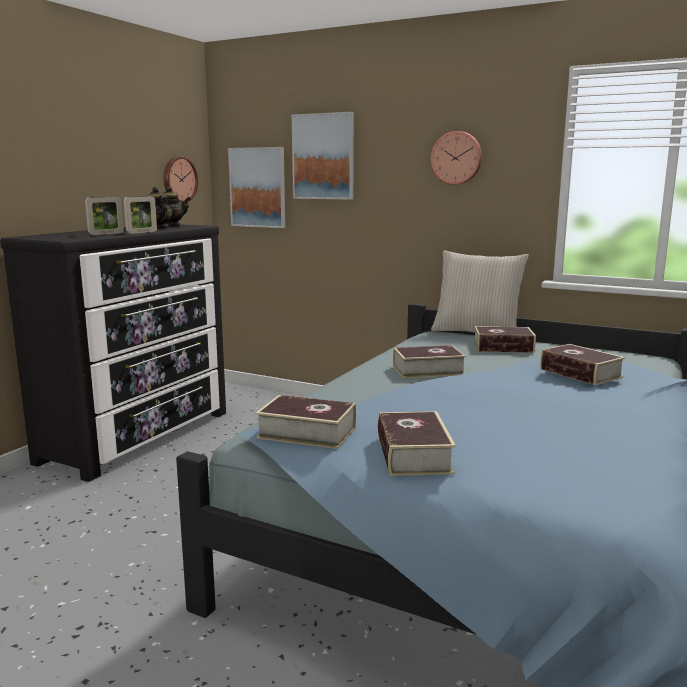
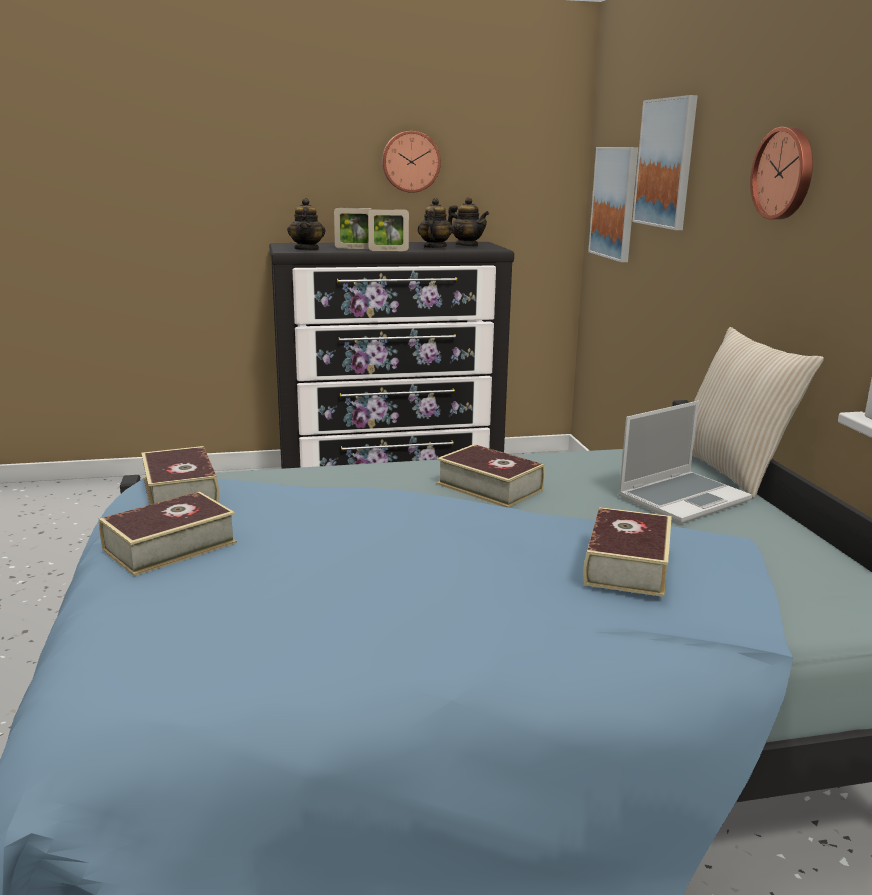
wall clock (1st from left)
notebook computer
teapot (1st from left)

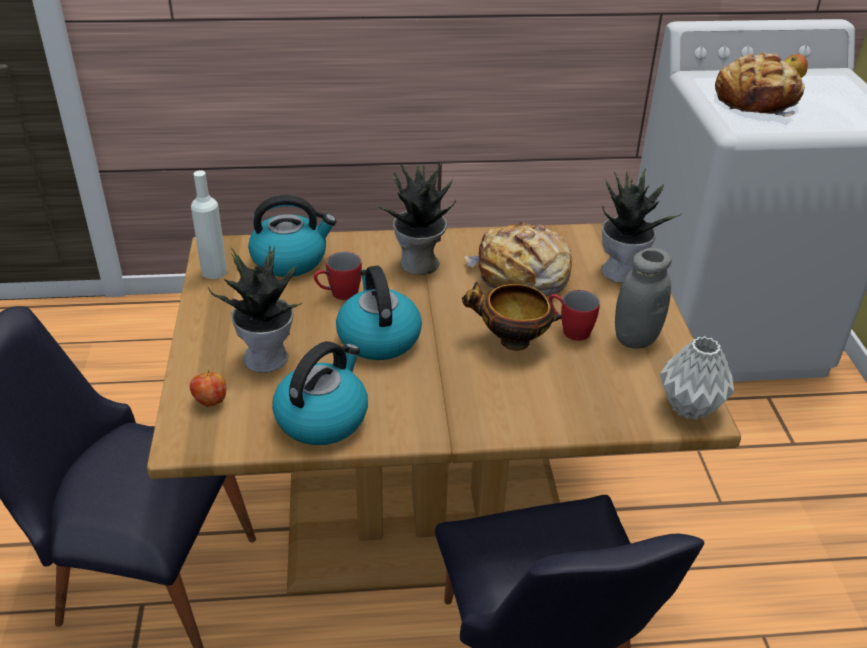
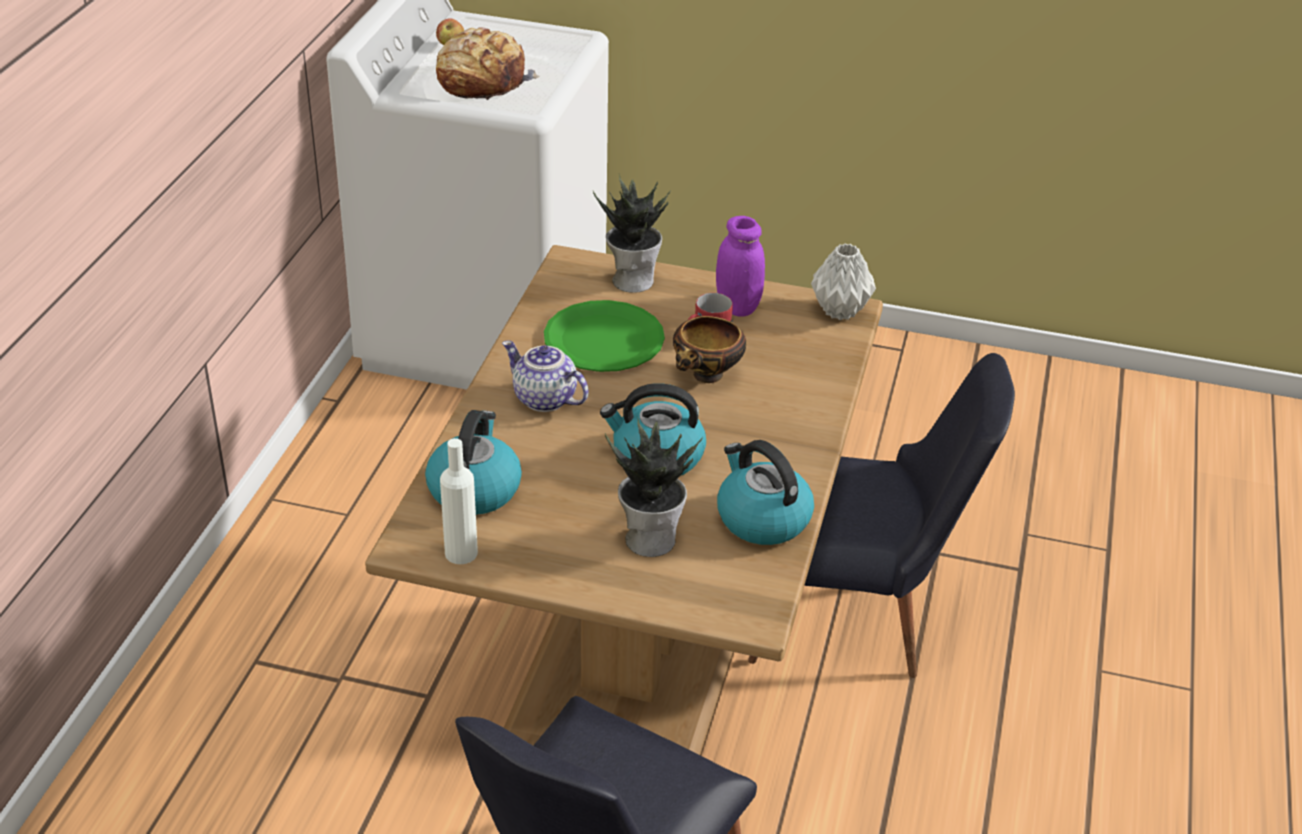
teapot
greenish plate
purple-coloured storage jar
red coffee mug (1st from left in the first image)
whole apple (1st from left in the first image)

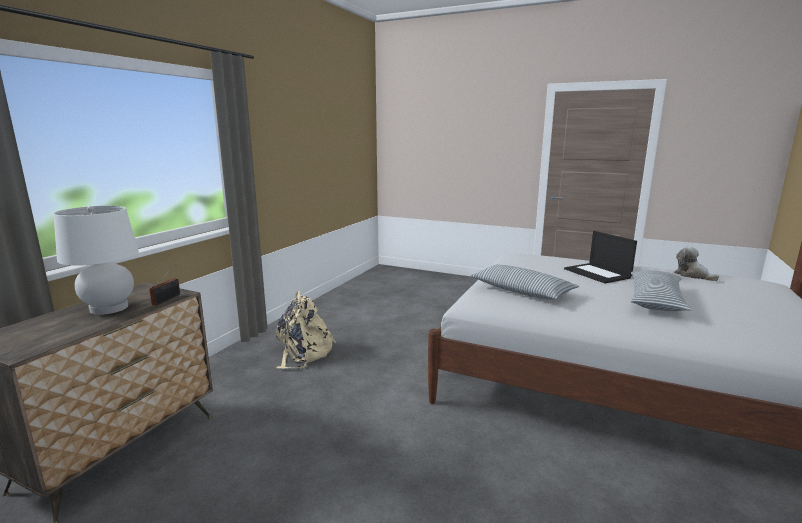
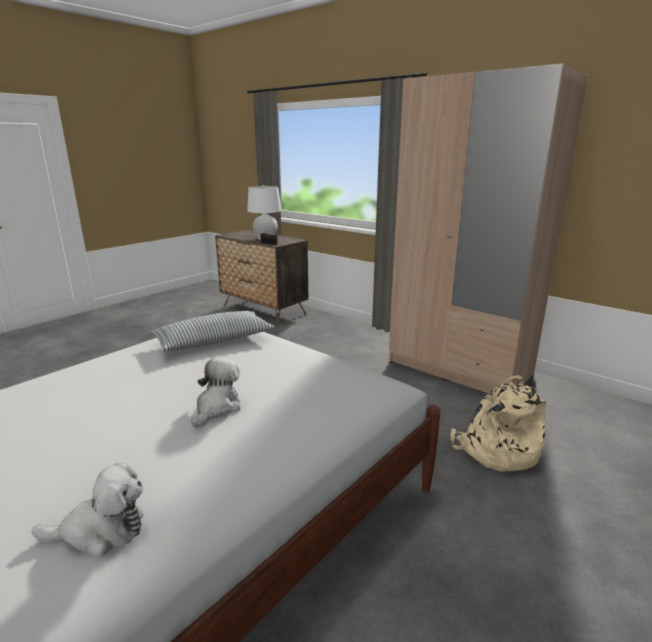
soft toy (2nd from left)
pillow (2nd from left in the first image)
beige backpack
beige clothes cupboard

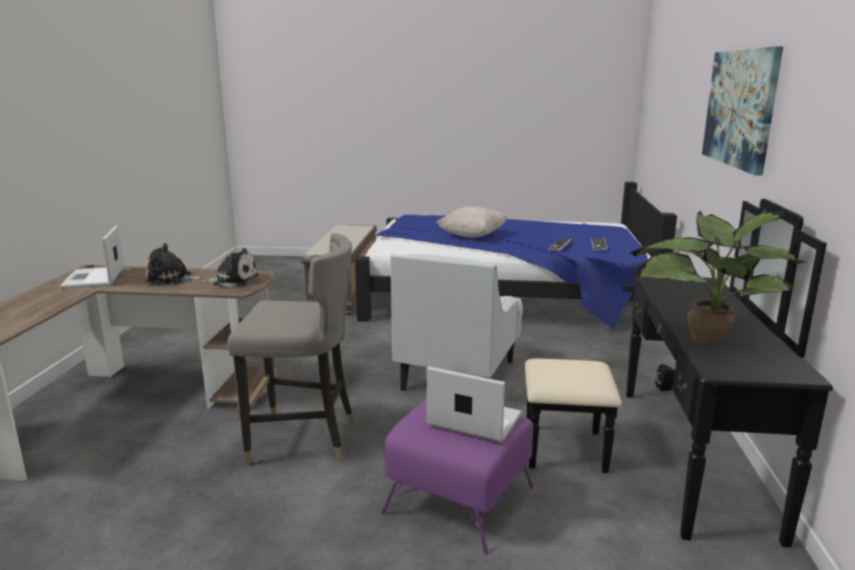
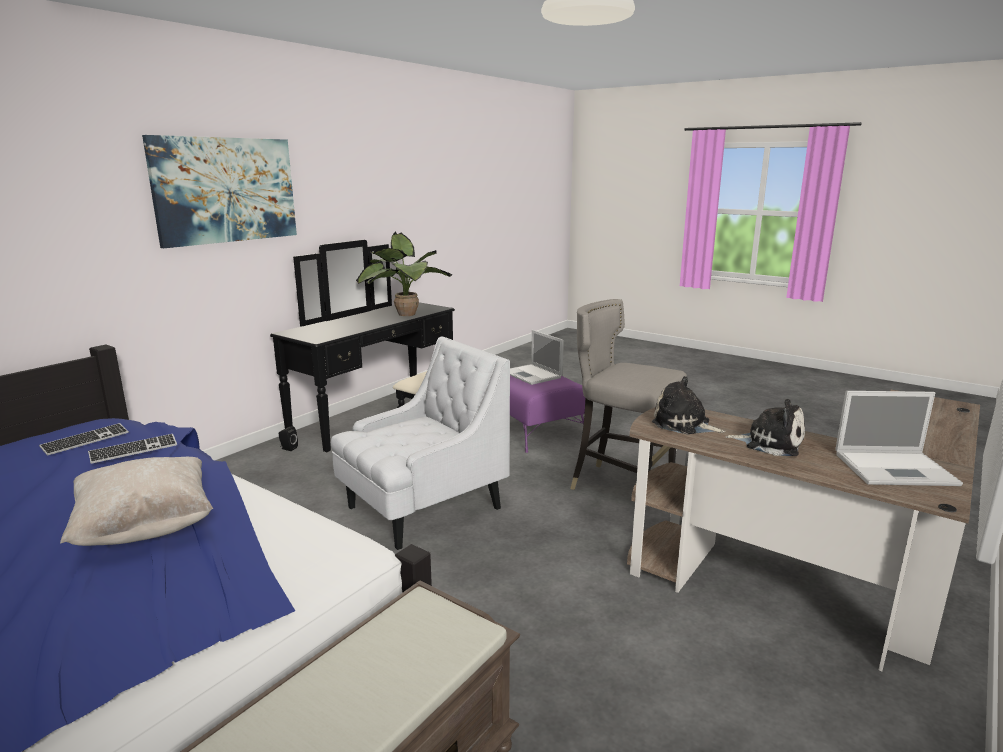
notebook computer (2nd from left)

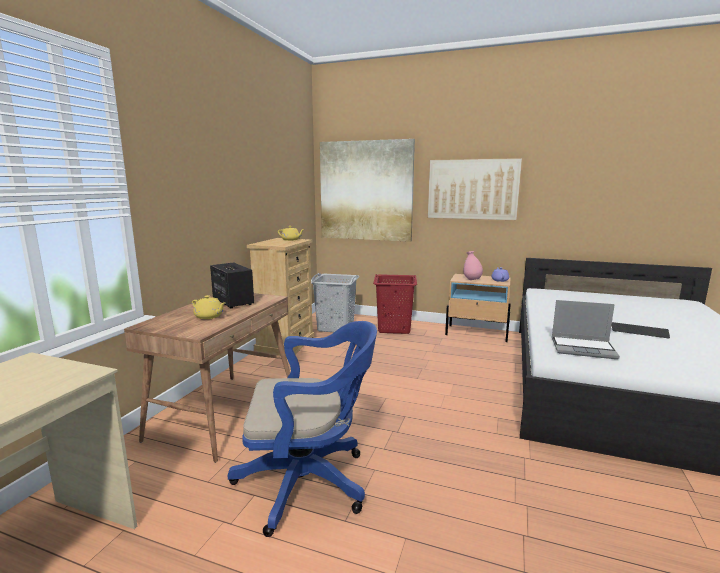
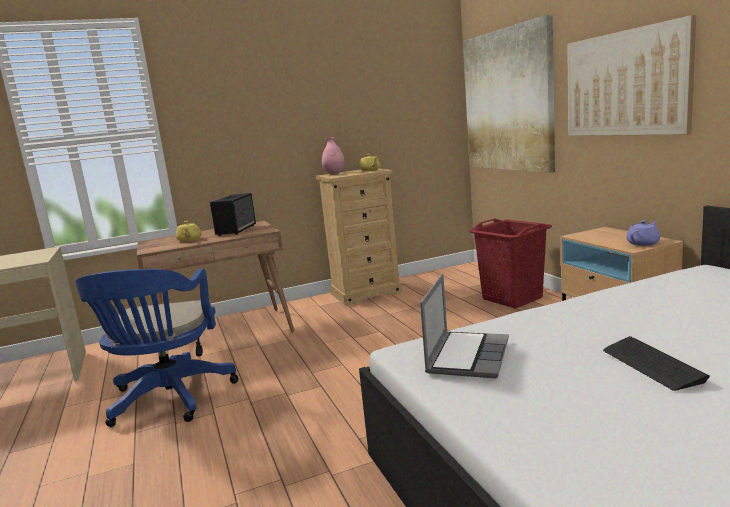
pink vase
grey washing basket
notebook computer
blue-coloured office chair

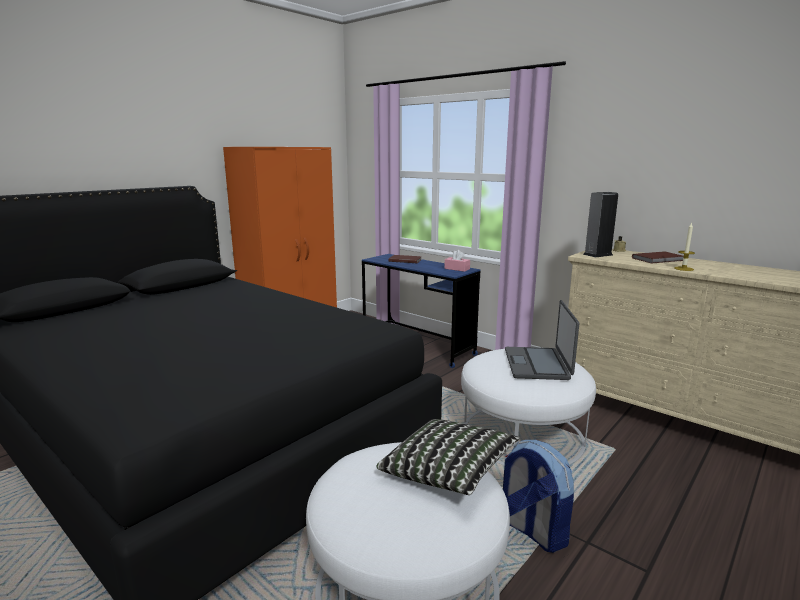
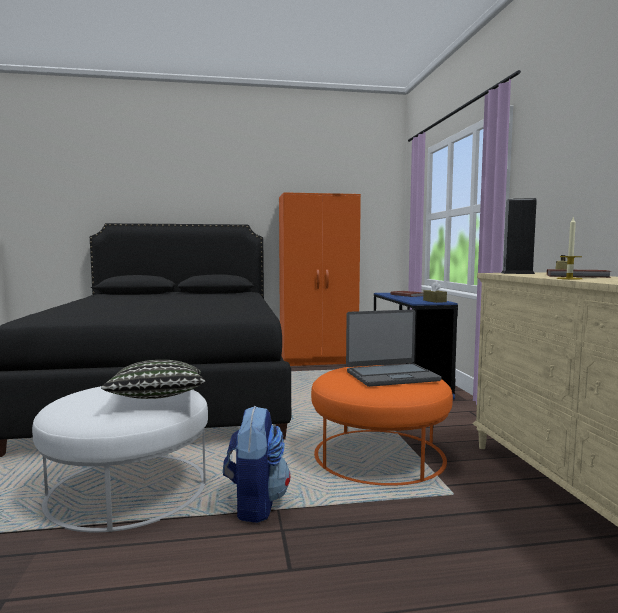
brown-coloured tissue holder
notebook computer
orange-coloured pouffe

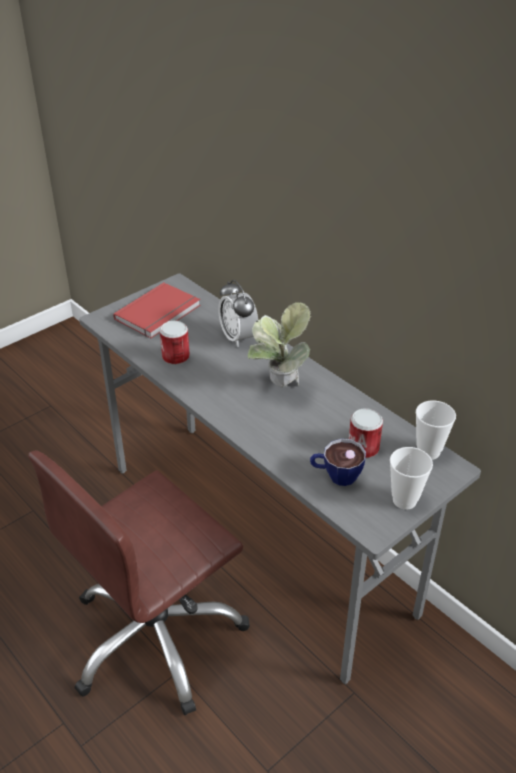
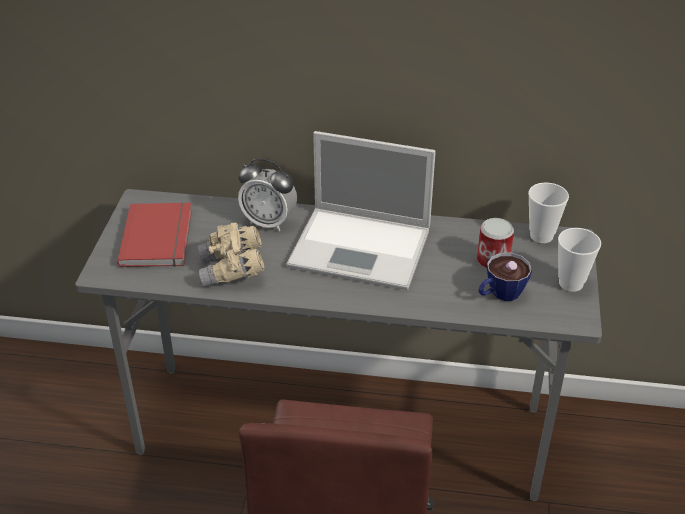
notebook computer
beige field glasses

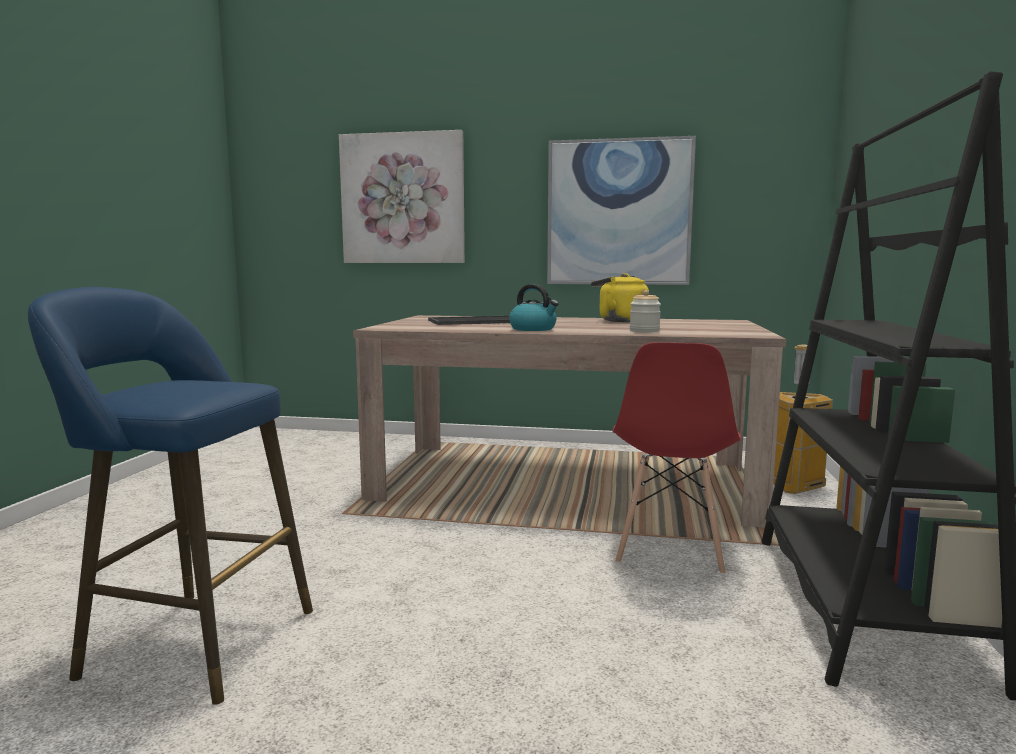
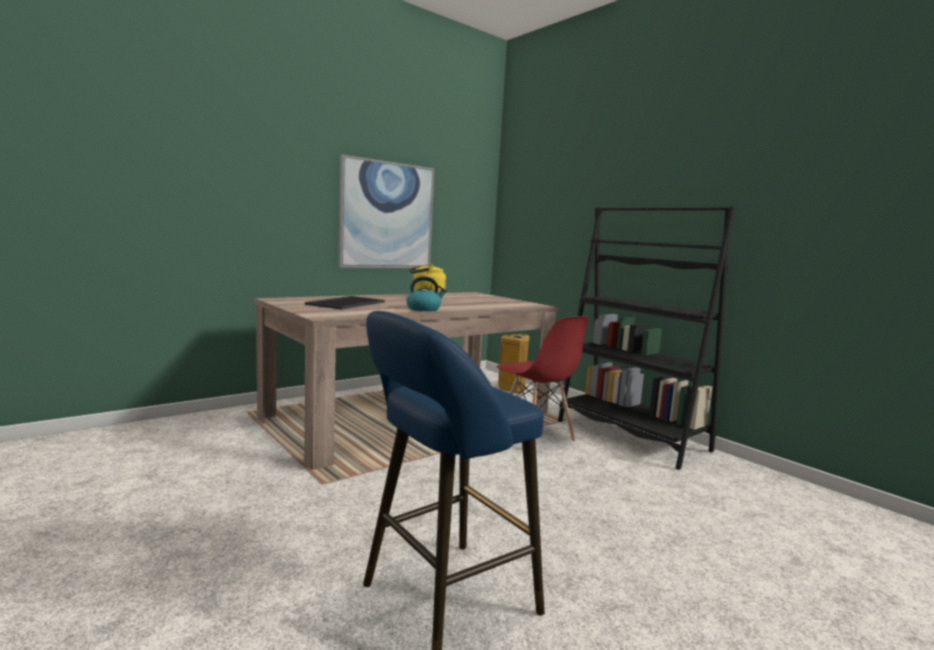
picture (1st from left in the first image)
storage jar

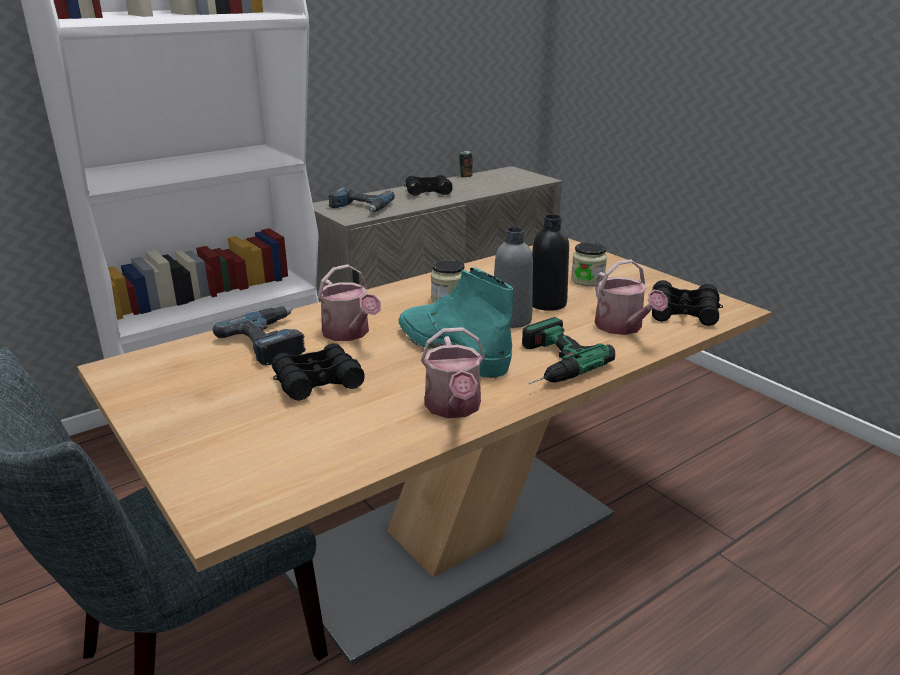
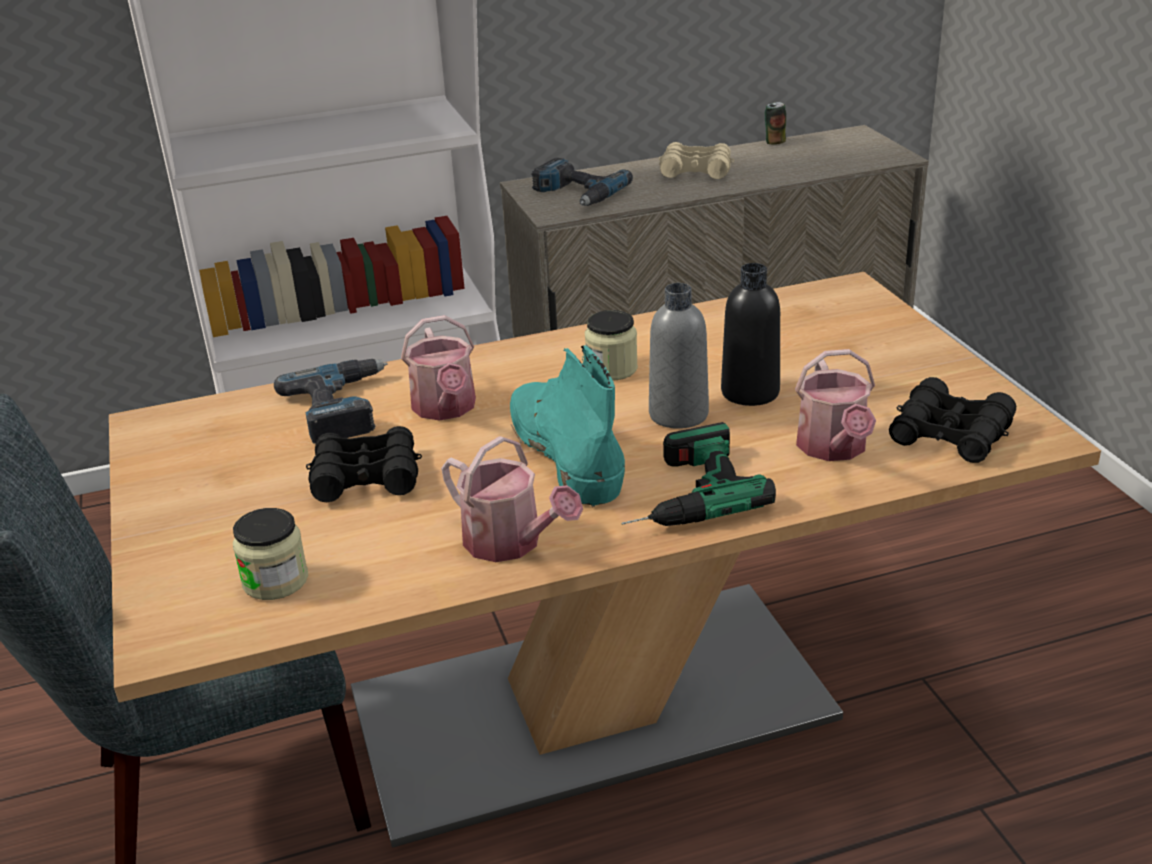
beige field glasses
storage jar (1st from left)
watering can (2nd from left)

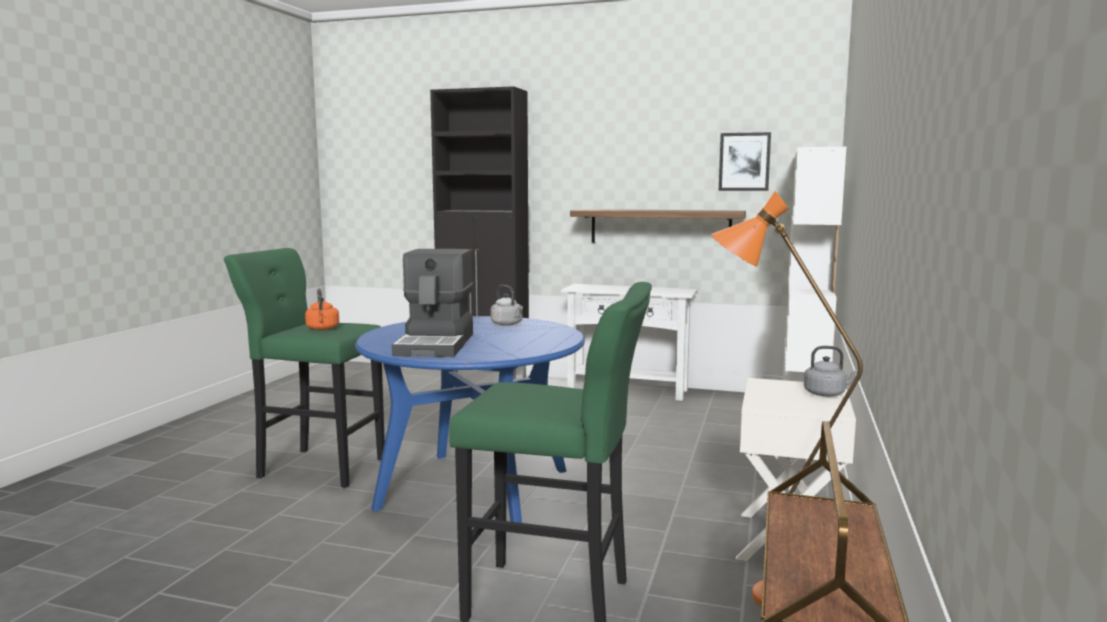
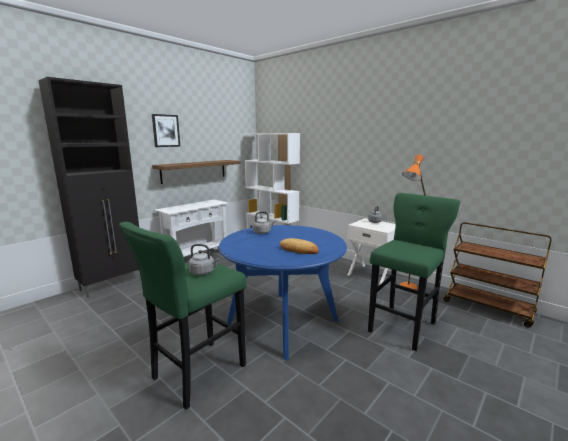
picture
bakery bread
grey water kettle (1st from left)

